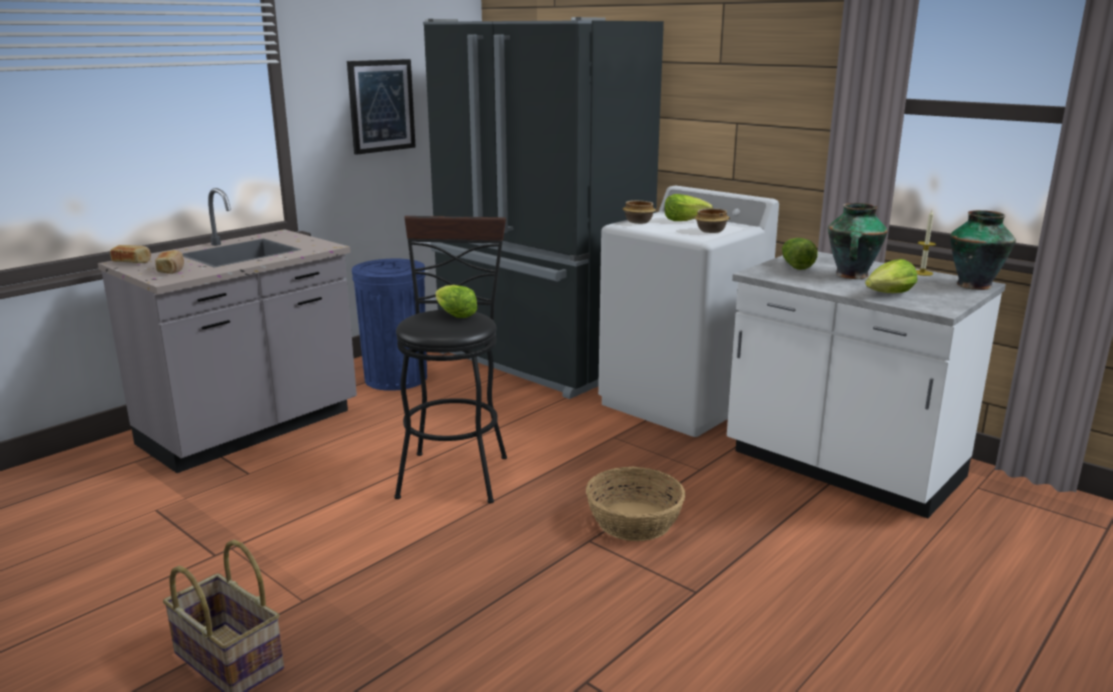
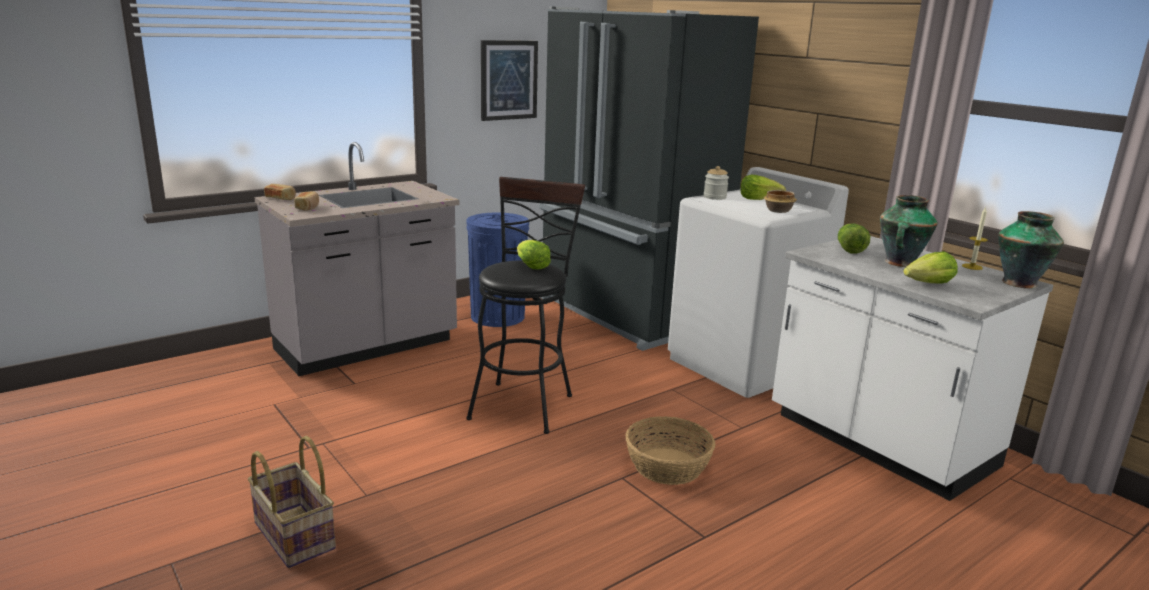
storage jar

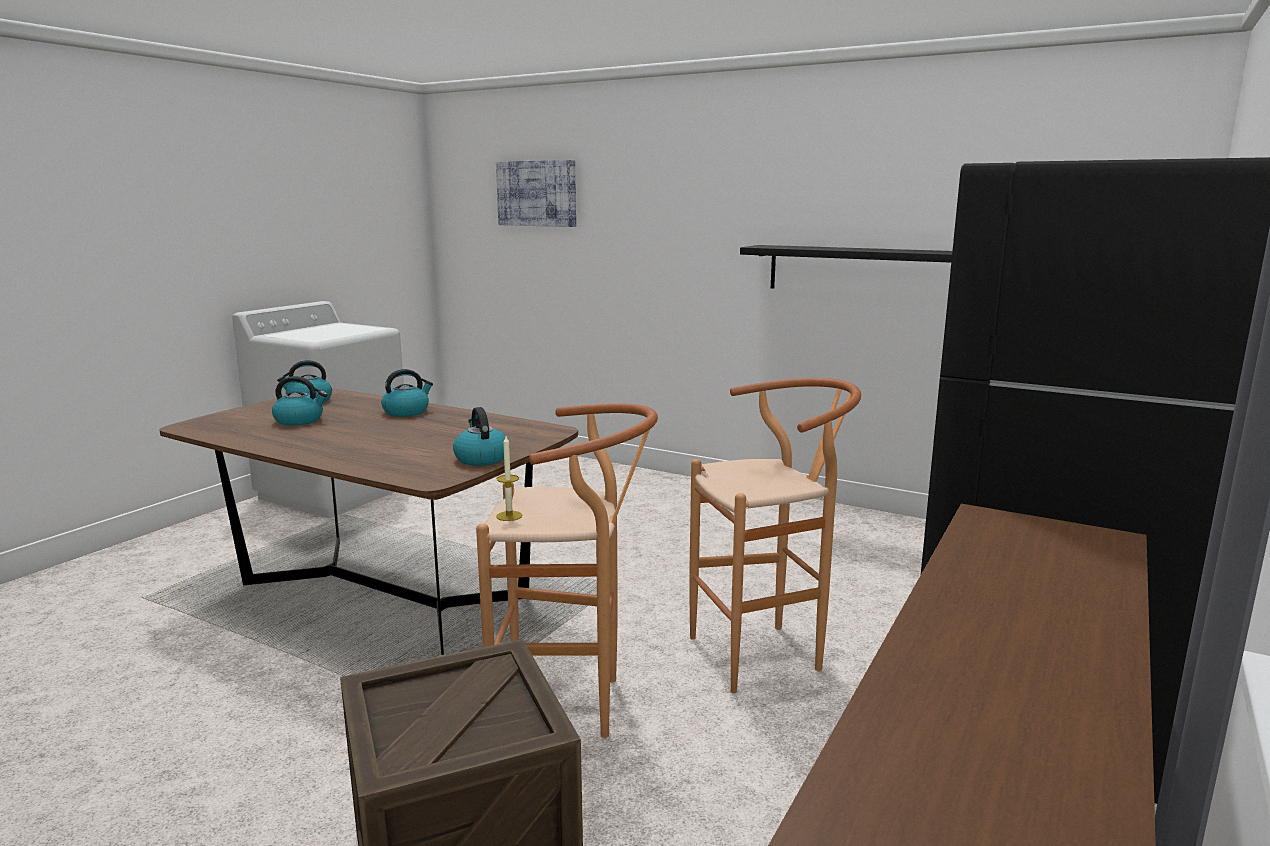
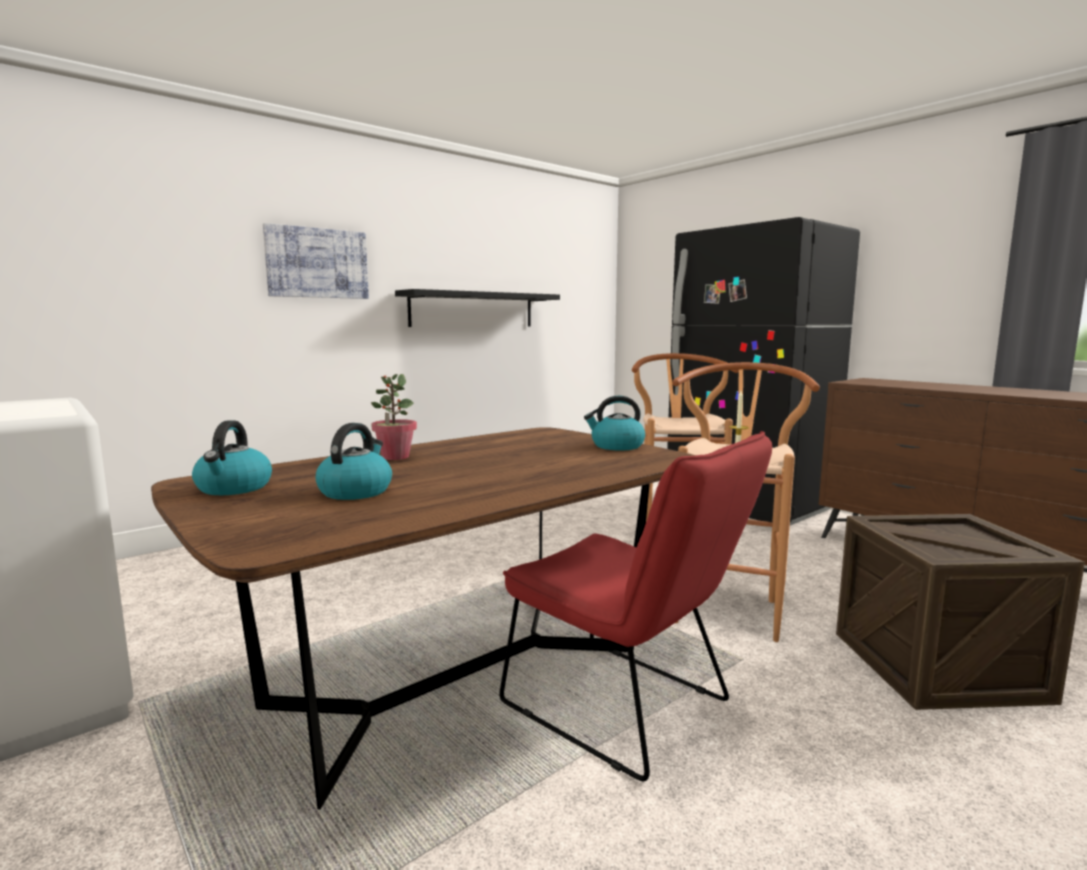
picture
potted plant
red upright chair

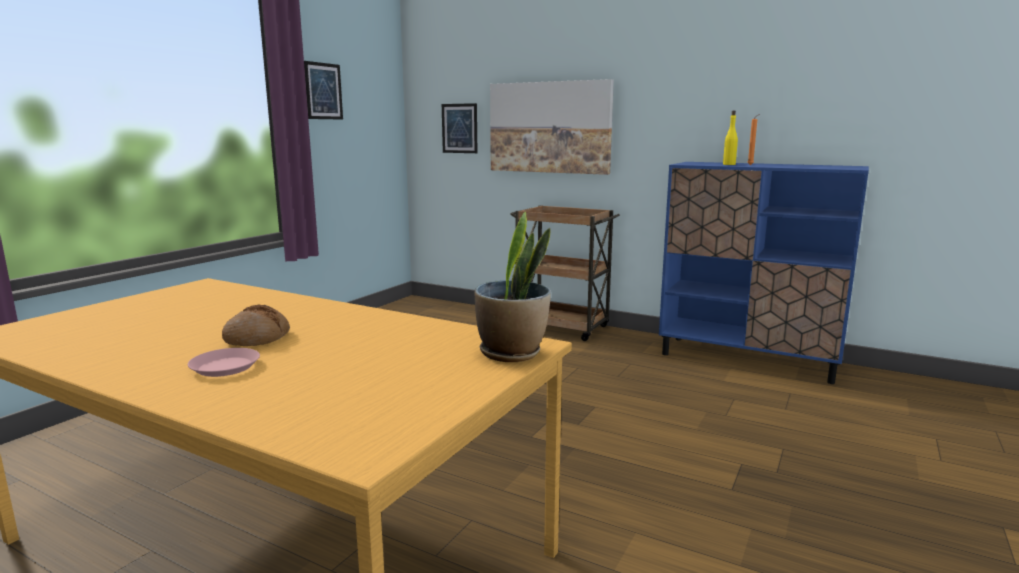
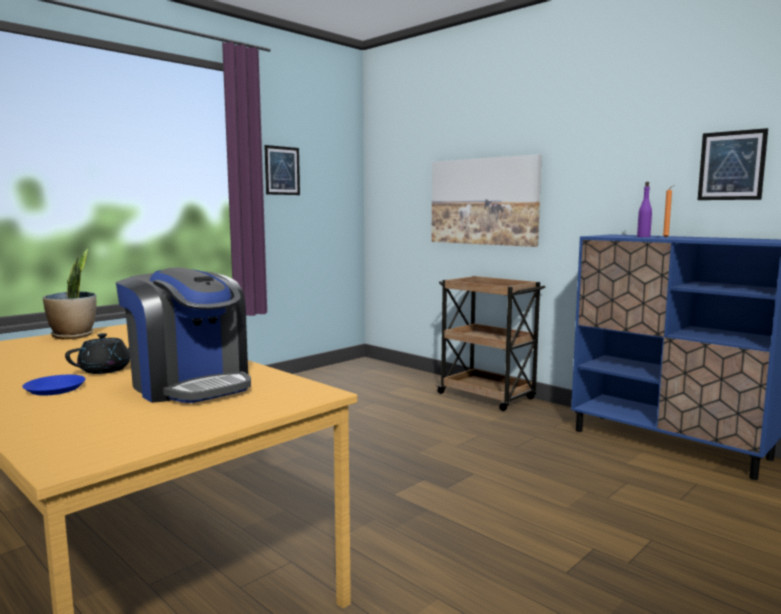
picture (3rd from left)
purple-coloured bottle
potted plant
blackish teapot
blue-coloured plate
coffee maker

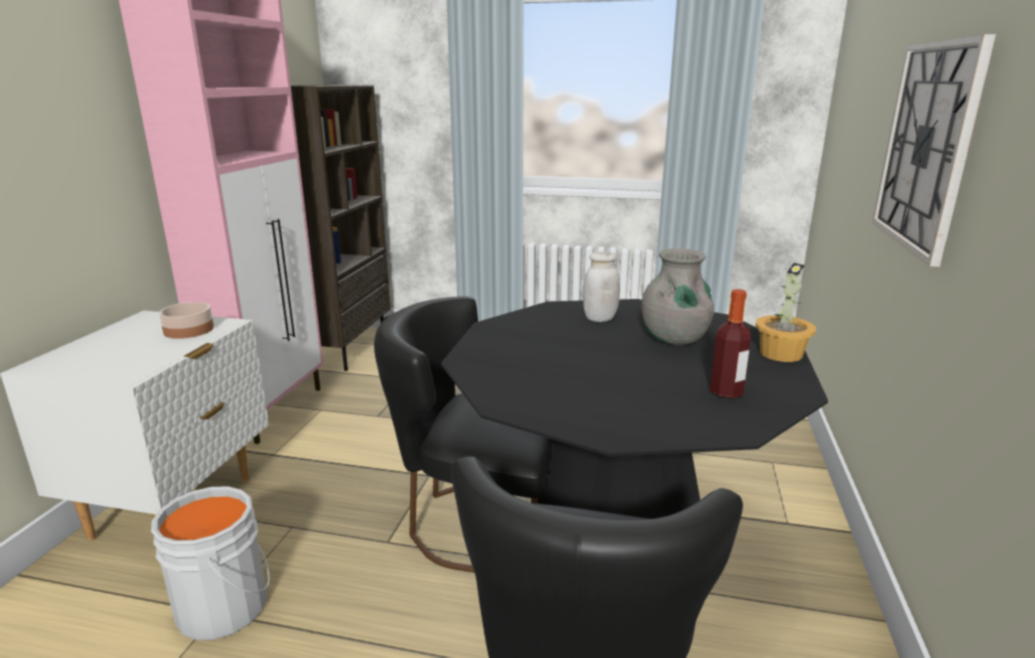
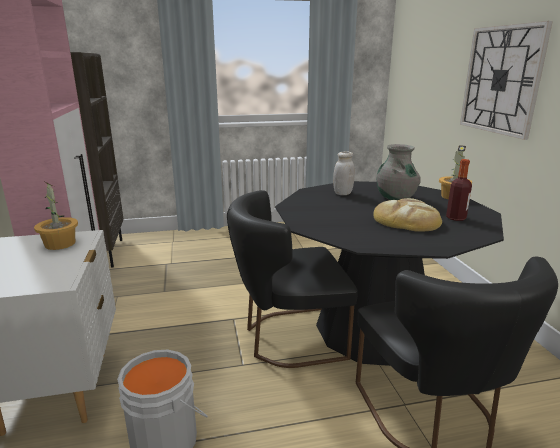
potted plant (1st from left)
bakery bread

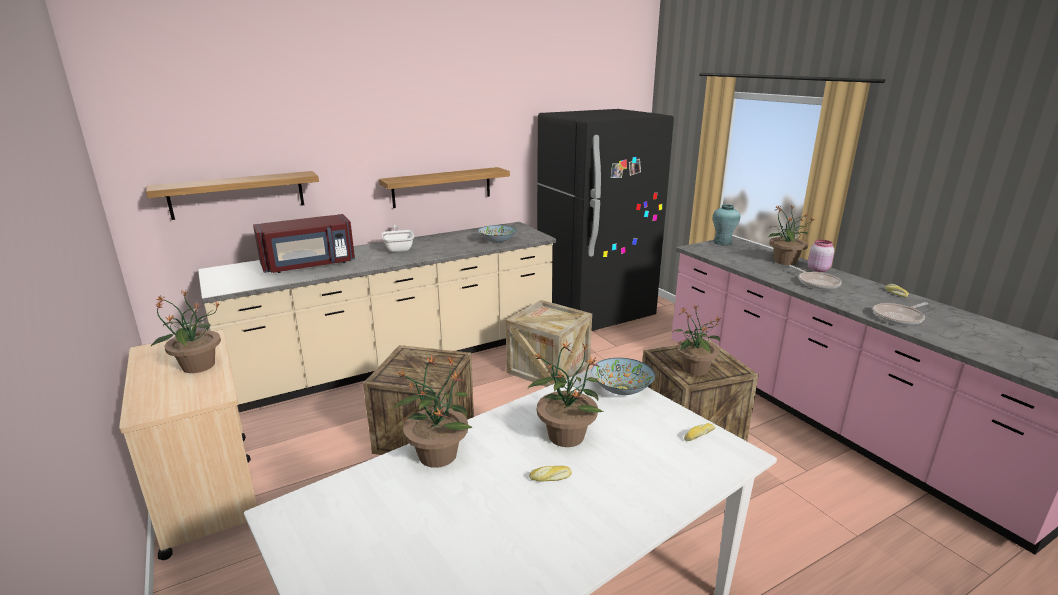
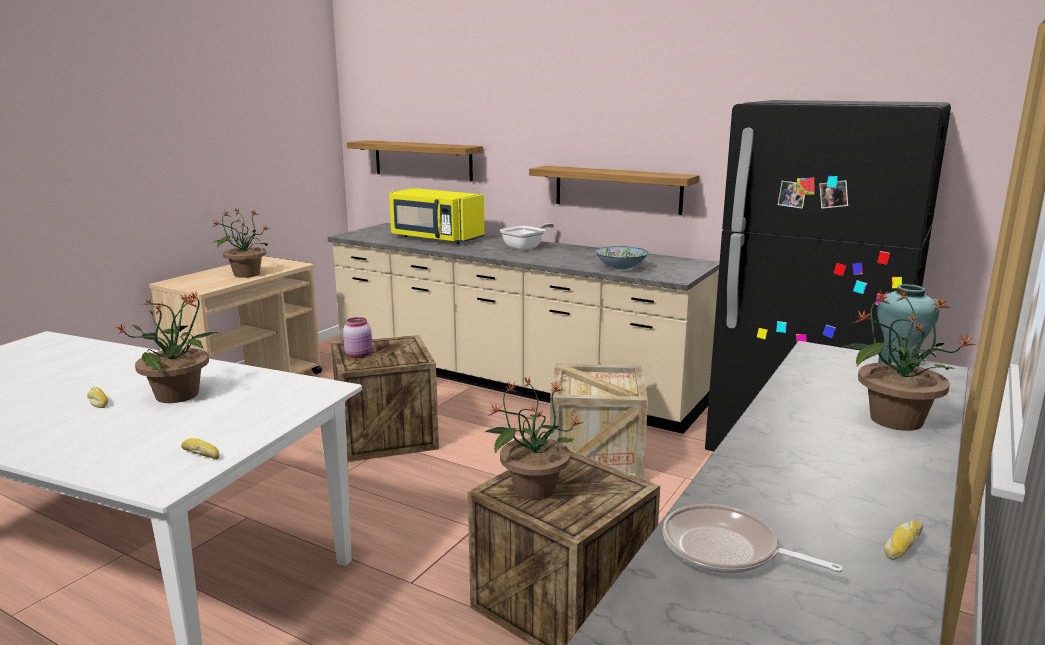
yellow-coloured microwave oven
pink storage jar
pan (2nd from left in the first image)
potted plant (2nd from left in the first image)
deep dish (2nd from left in the first image)

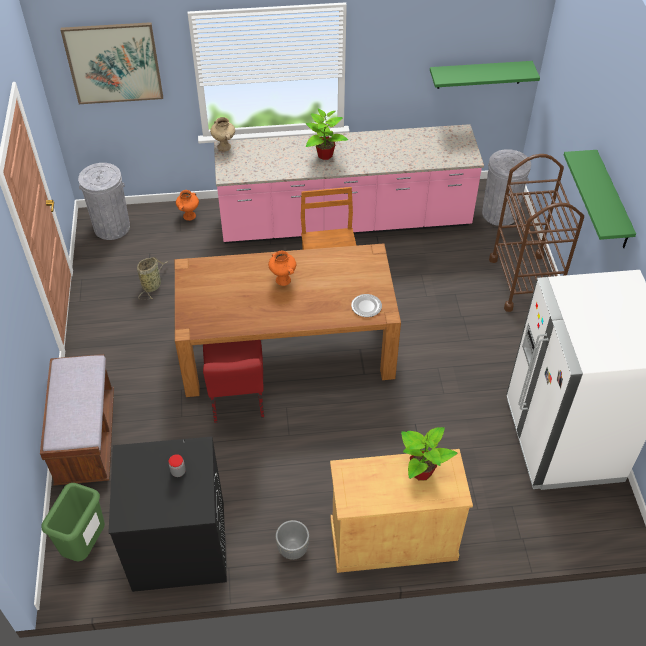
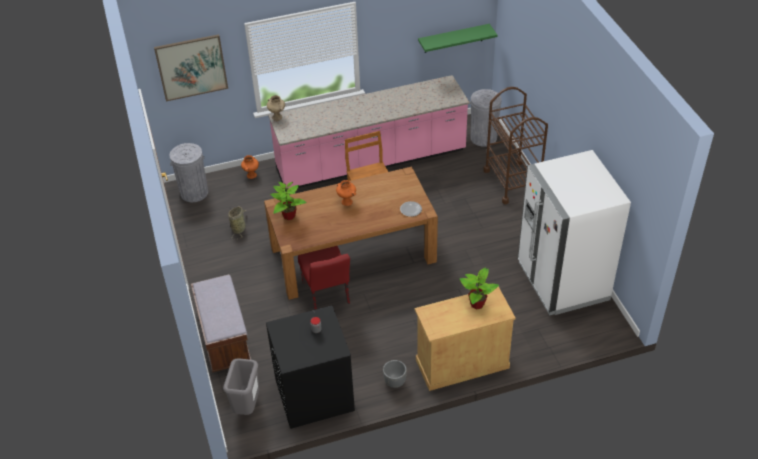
potted plant (1st from left)
greenish wall shelf (2nd from left in the first image)
grey rubbish bin (2nd from left)

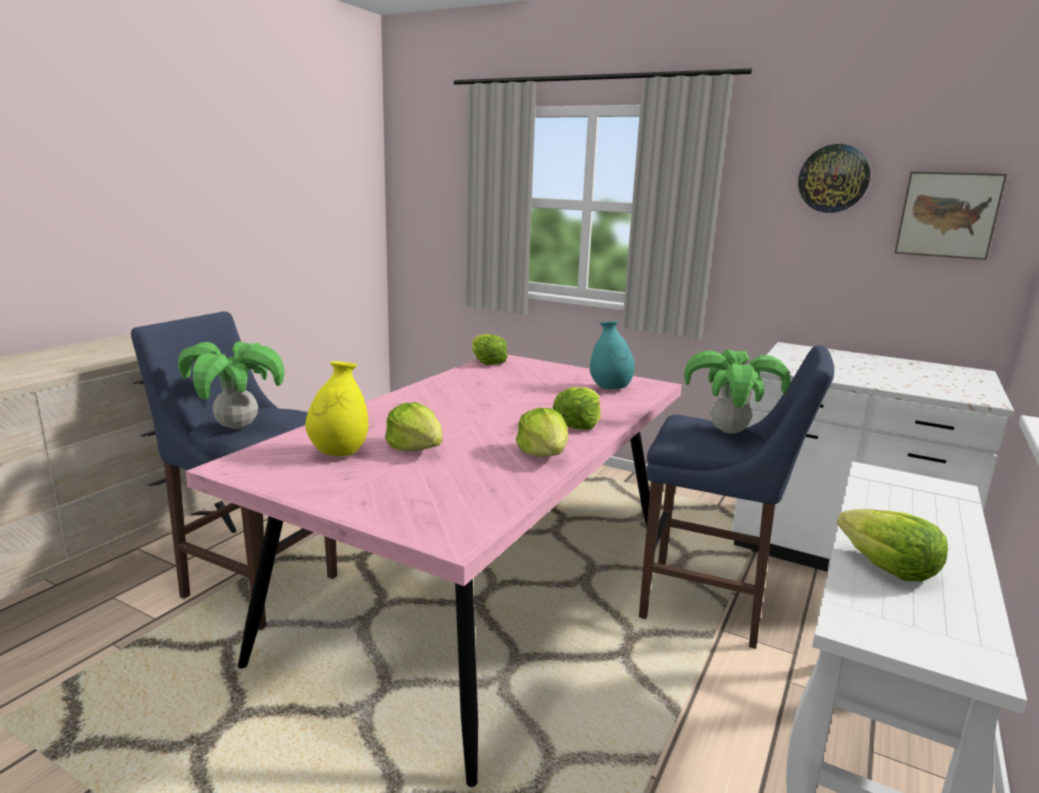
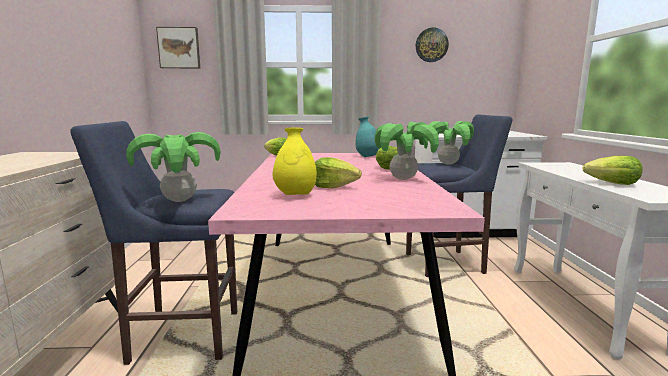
picture
potted plant (2nd from left)

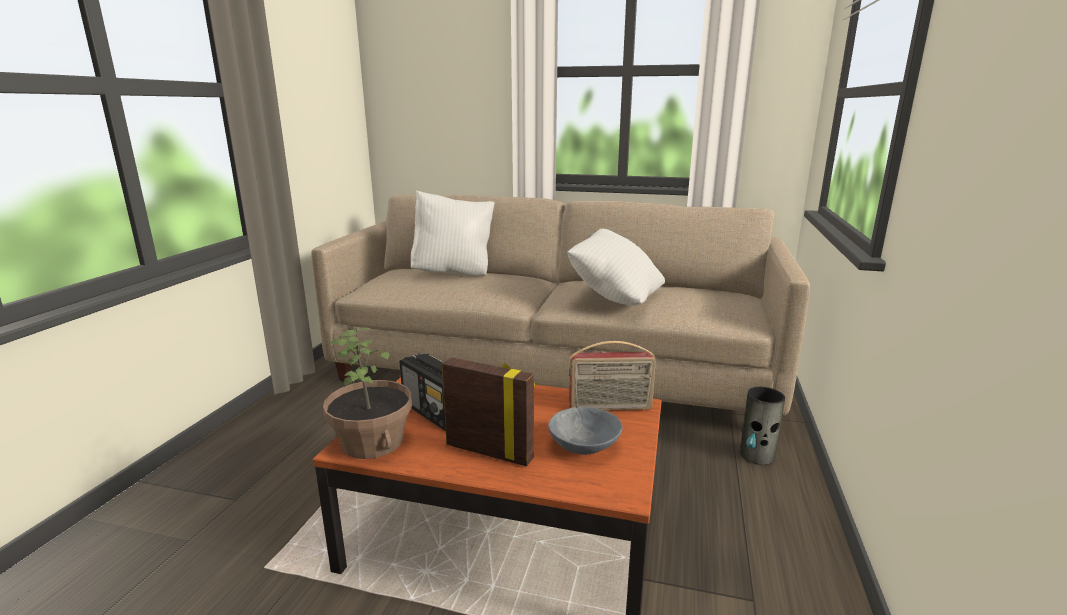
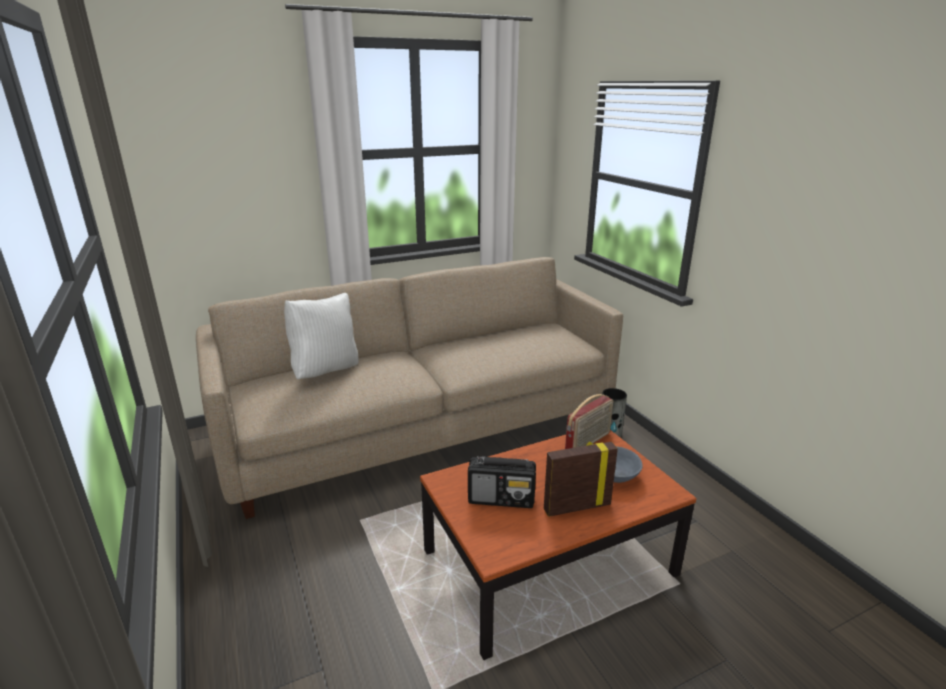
white pillow (2nd from left in the first image)
potted plant

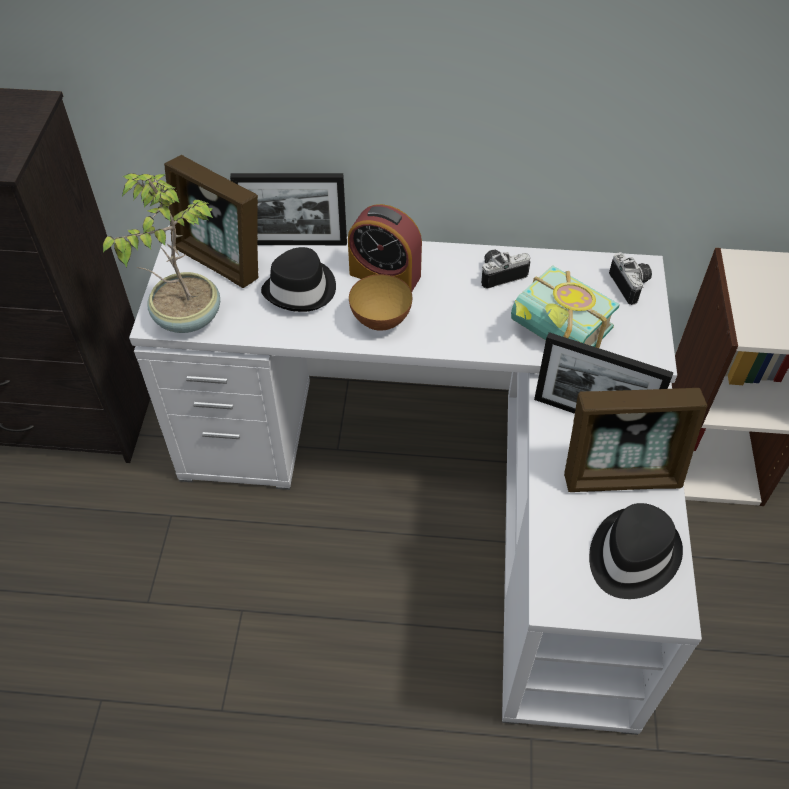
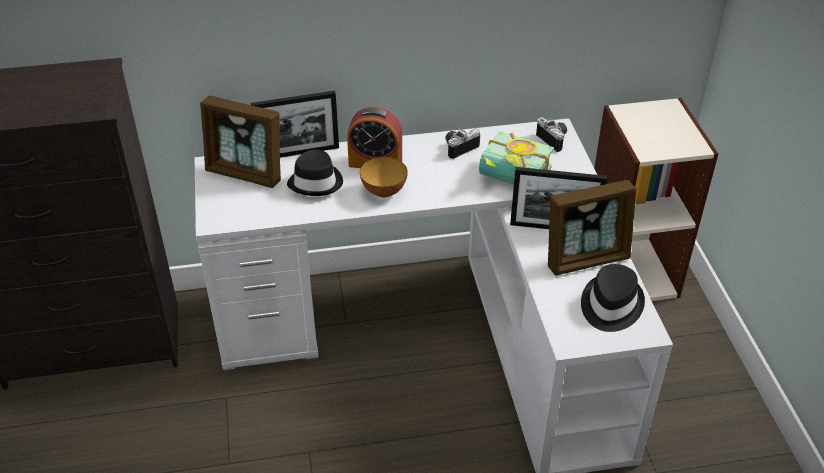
potted plant

